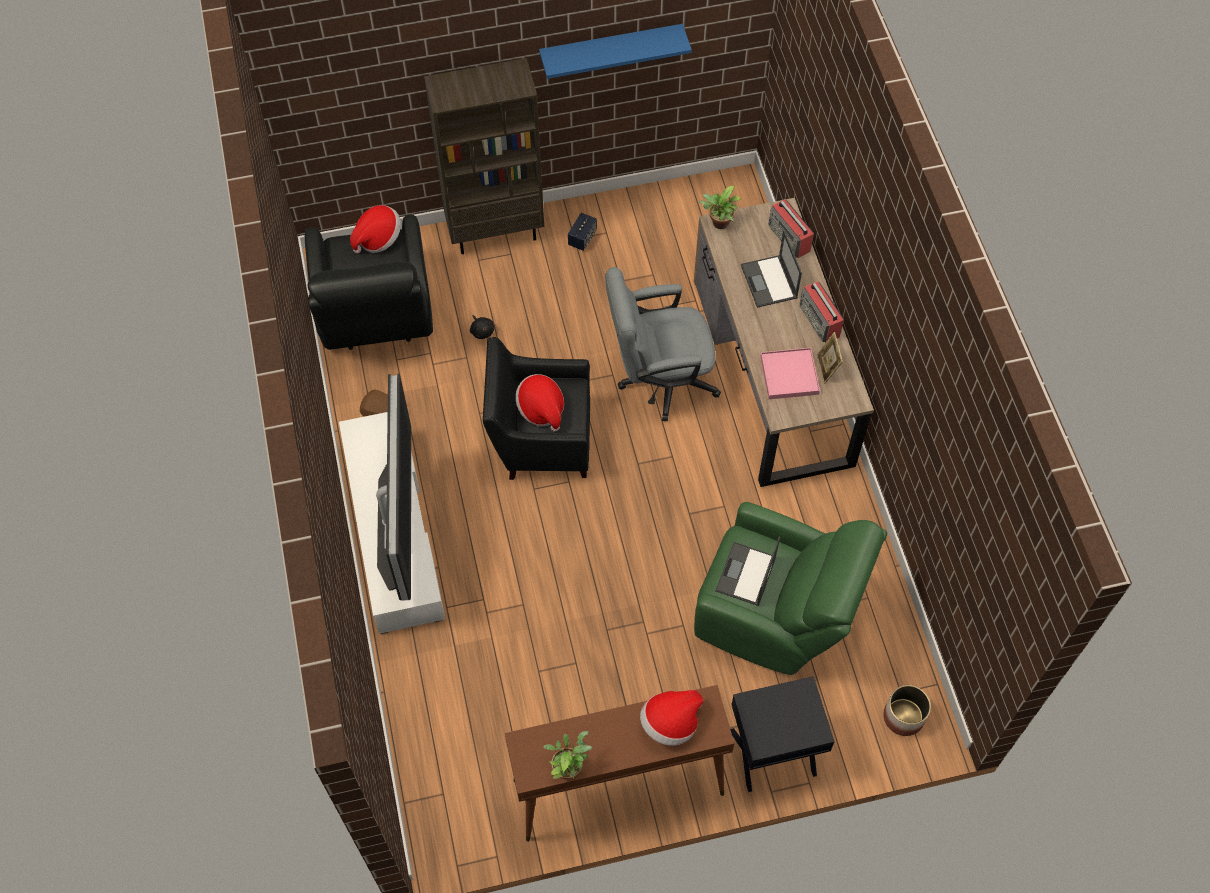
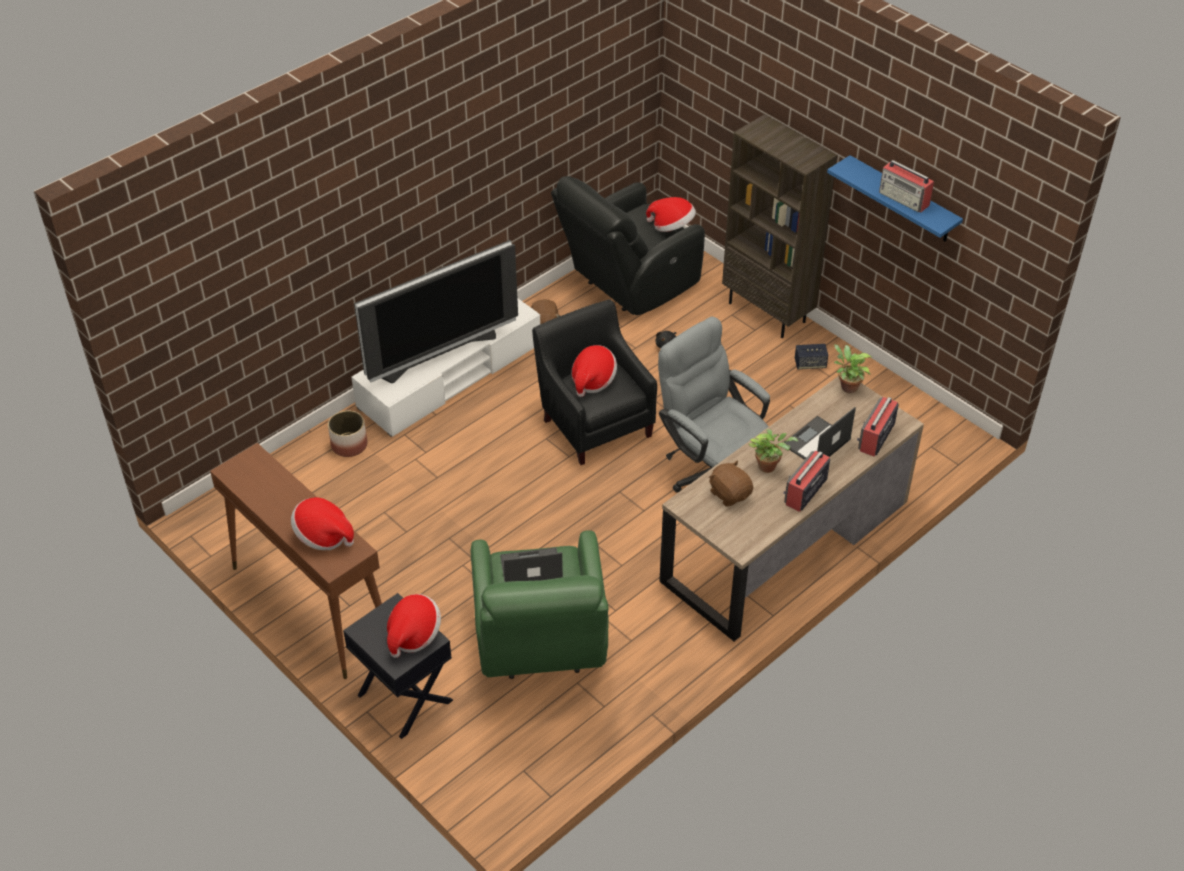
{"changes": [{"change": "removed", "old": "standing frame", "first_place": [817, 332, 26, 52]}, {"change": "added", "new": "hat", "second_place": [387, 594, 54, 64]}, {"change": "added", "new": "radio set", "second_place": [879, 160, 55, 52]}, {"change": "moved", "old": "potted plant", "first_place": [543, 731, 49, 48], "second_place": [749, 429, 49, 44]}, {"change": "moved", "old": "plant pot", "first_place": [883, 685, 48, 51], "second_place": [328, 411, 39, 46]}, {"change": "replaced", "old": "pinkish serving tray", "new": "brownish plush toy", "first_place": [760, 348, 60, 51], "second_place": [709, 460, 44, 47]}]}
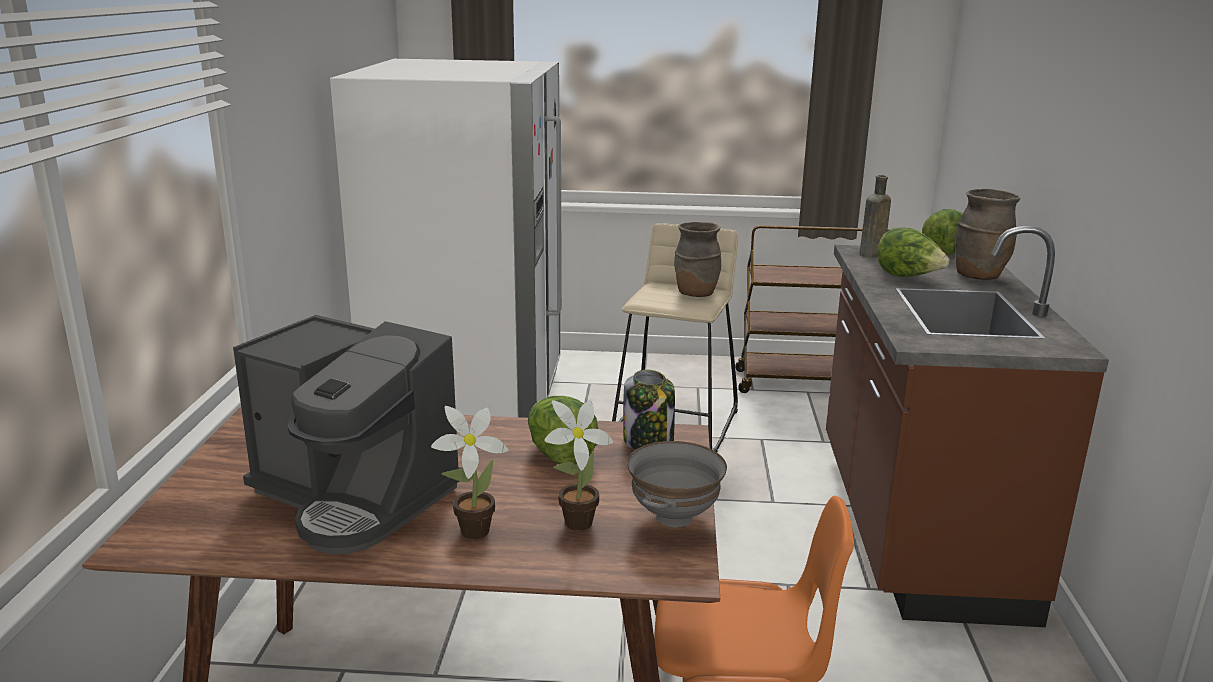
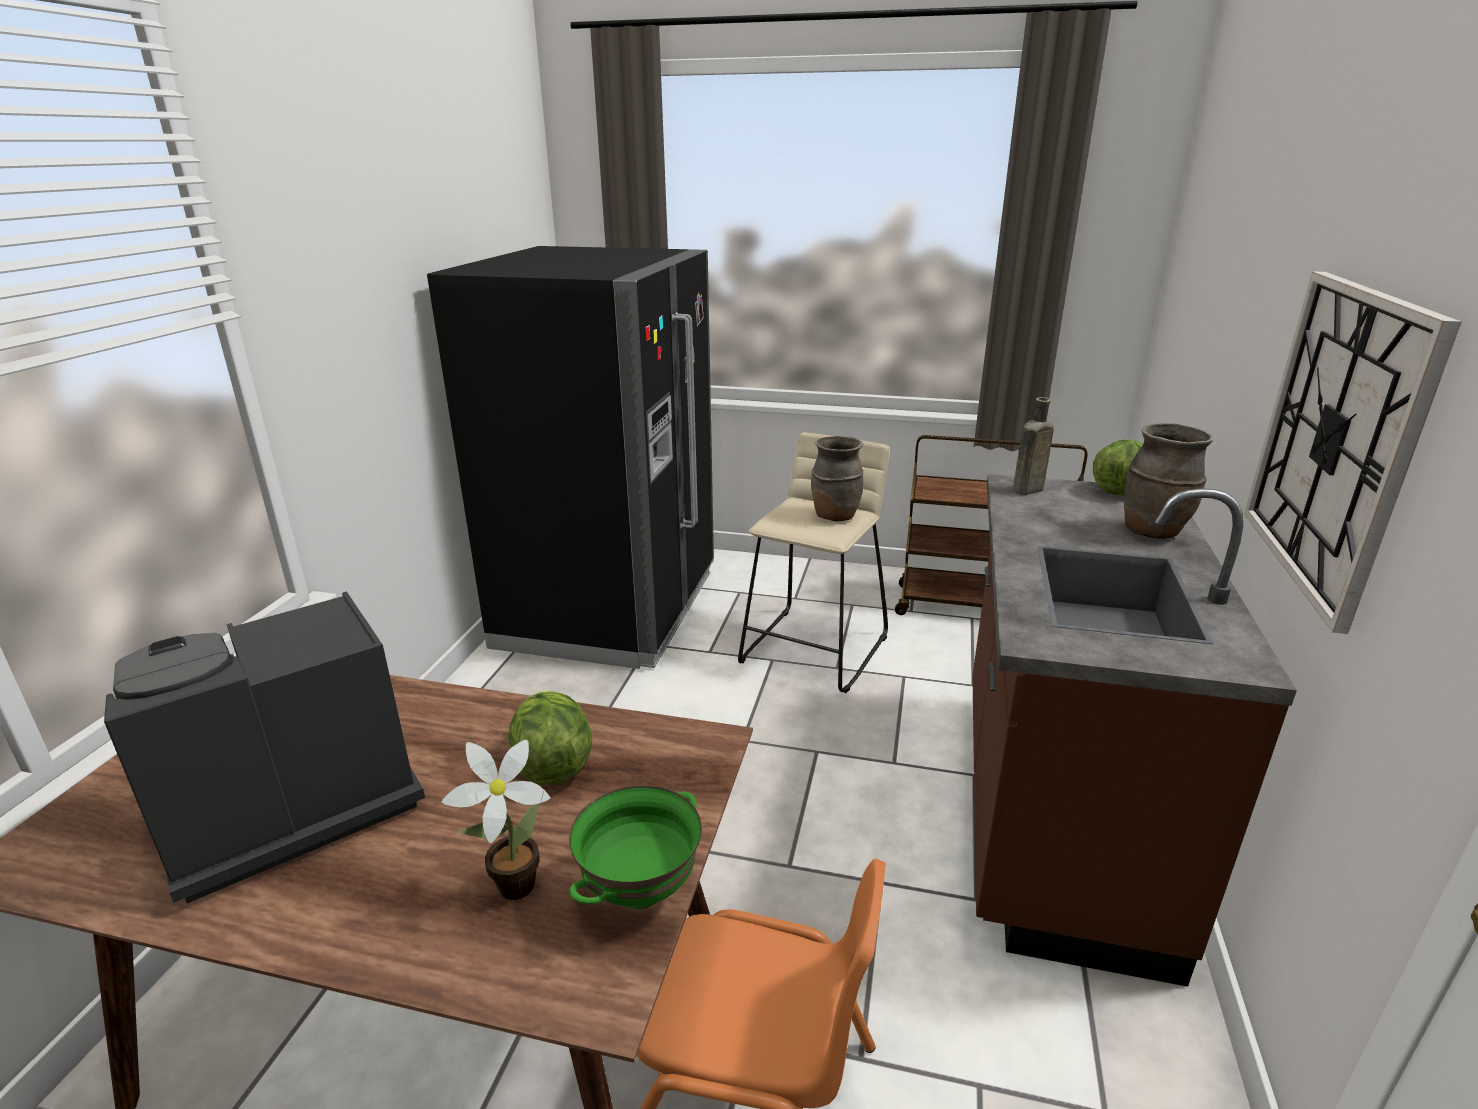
{"changes": [{"change": "removed", "old": "potted plant", "first_place": [431, 406, 78, 133]}, {"change": "removed", "old": "preserve jar", "first_place": [623, 370, 52, 80]}, {"change": "removed", "old": "lettuce head", "first_place": [877, 228, 73, 49]}, {"change": "added", "new": "wall clock", "second_place": [1244, 271, 218, 363]}, {"change": "recoloured", "old": "white-coloured fridge", "new": "black-coloured fridge", "first_place": [330, 59, 232, 359], "second_place": [427, 246, 287, 423]}, {"change": "recoloured", "old": "greyish deep dish", "new": "greenish deep dish", "first_place": [627, 441, 100, 86], "second_place": [569, 785, 133, 124]}, {"change": "turned", "old": "coffee maker", "first_place": [233, 315, 230, 239], "second_place": [104, 591, 321, 312], "degrees": 105}]}
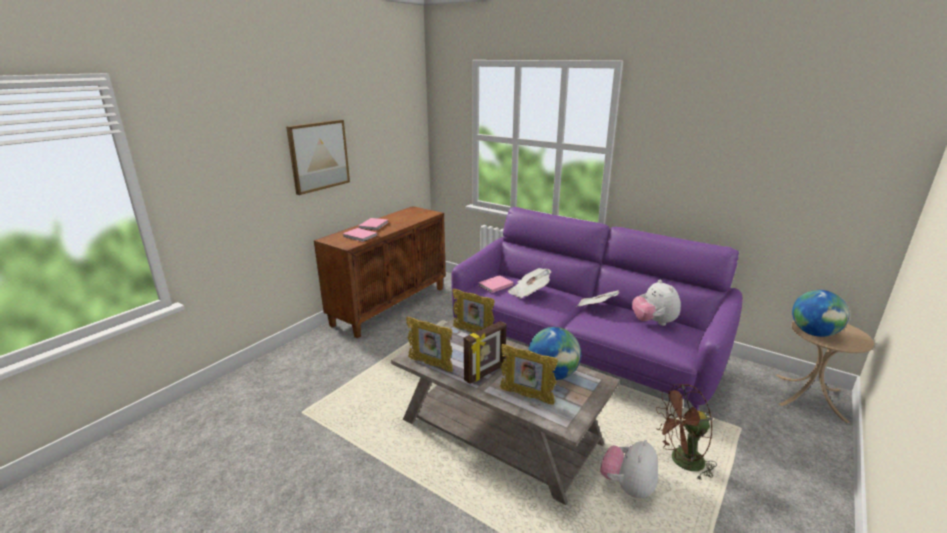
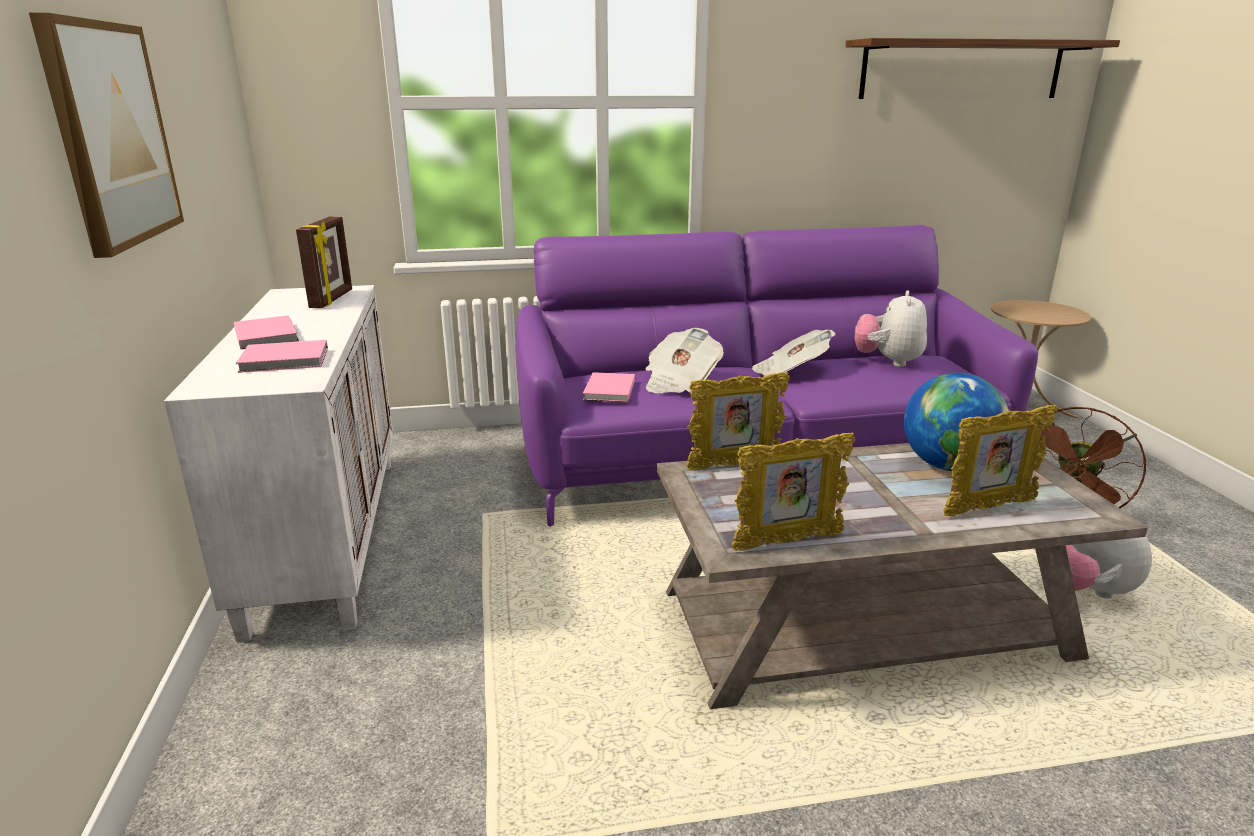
{"changes": [{"change": "removed", "old": "globe", "first_place": [792, 290, 57, 47]}, {"change": "added", "new": "bracket shelf", "second_place": [845, 38, 275, 61]}, {"change": "moved", "old": "standing frame", "first_place": [464, 321, 42, 63], "second_place": [296, 217, 56, 91]}, {"change": "recoloured", "old": "brownish cupboard", "new": "white-coloured cupboard", "first_place": [314, 206, 132, 132], "second_place": [164, 285, 229, 357]}, {"change": "turned", "old": "plush toy", "first_place": [632, 280, 49, 46], "second_place": [855, 290, 72, 77], "degrees": 75}]}
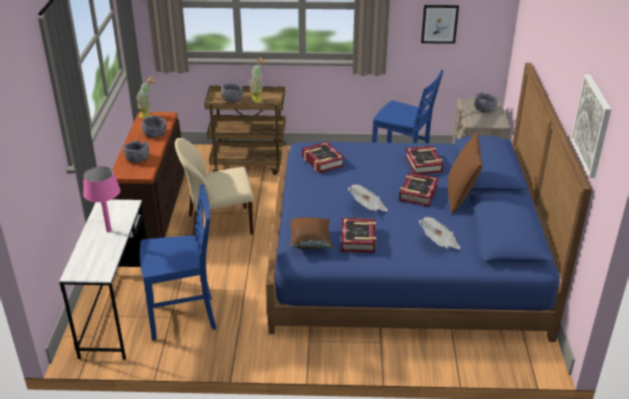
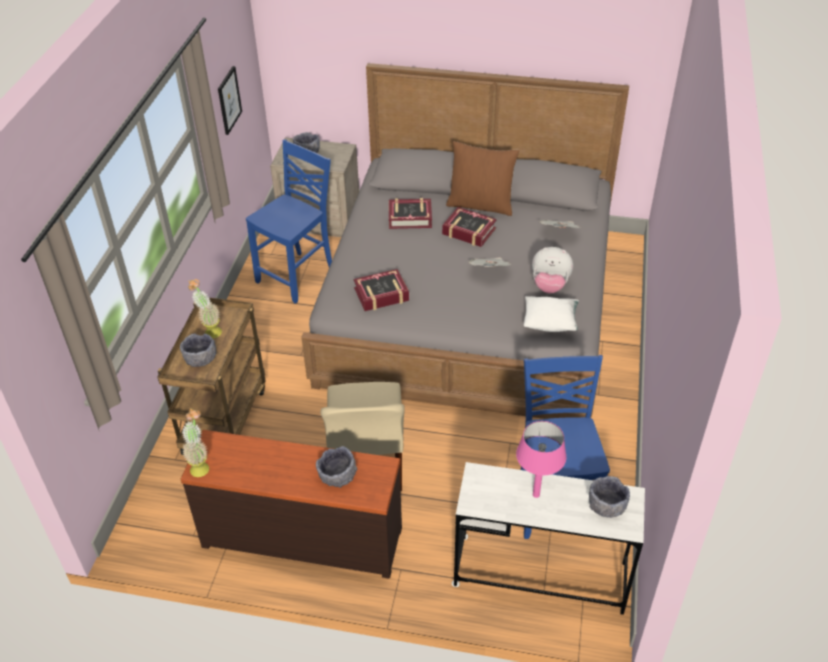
{"changes": [{"change": "removed", "old": "wall art", "first_place": [571, 74, 40, 104]}, {"change": "moved", "old": "greyish deep dish", "first_place": [142, 115, 24, 23], "second_place": [589, 476, 41, 42]}, {"change": "replaced", "old": "book", "new": "plush toy", "first_place": [341, 218, 35, 35], "second_place": [532, 247, 41, 47]}, {"change": "recoloured", "old": "blue bedroom bed", "new": "greyish bedroom bed", "first_place": [266, 63, 326, 279], "second_place": [301, 63, 328, 356]}, {"change": "recoloured", "old": "brownish cushion", "new": "white-coloured cushion", "first_place": [290, 217, 43, 32], "second_place": [524, 296, 55, 36]}]}
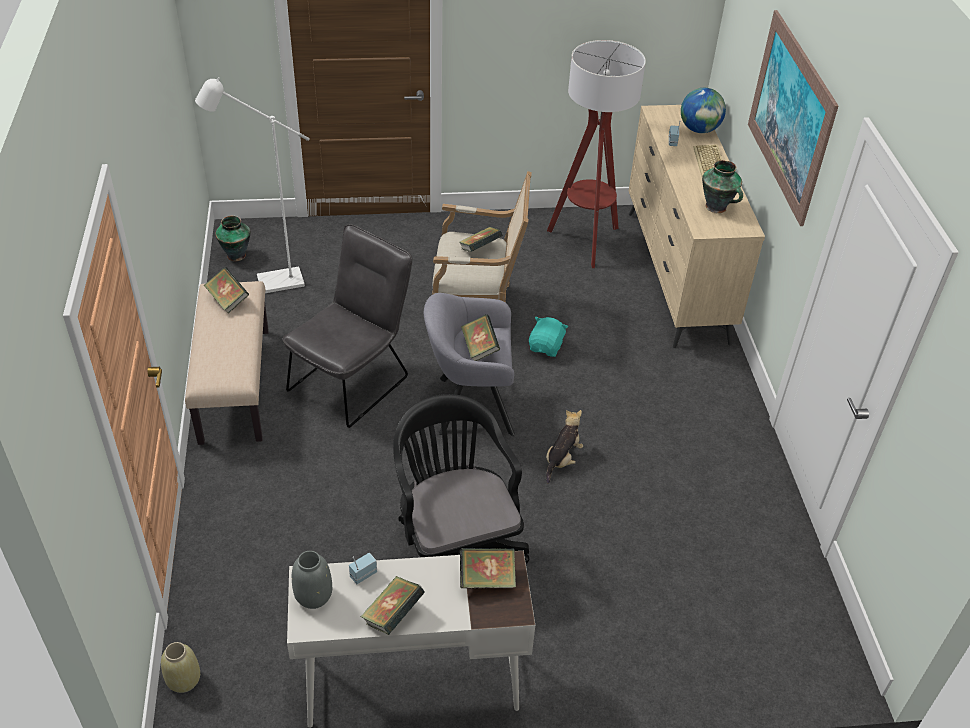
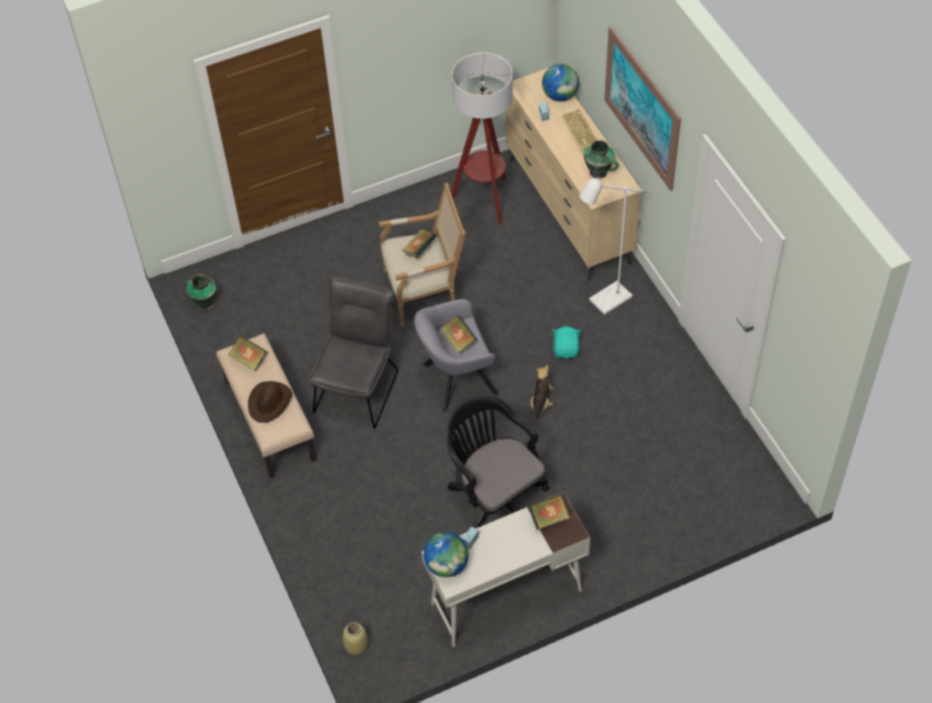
{"changes": [{"change": "removed", "old": "book", "first_place": [361, 576, 64, 59]}, {"change": "added", "new": "brownish hat", "second_place": [248, 381, 44, 42]}, {"change": "moved", "old": "white-coloured standing lamp", "first_place": [195, 77, 115, 216], "second_place": [579, 177, 68, 138]}, {"change": "moved", "old": "turquoise-coloured plush toy", "first_place": [529, 317, 39, 40], "second_place": [552, 326, 29, 33]}, {"change": "replaced", "old": "greyish vase", "new": "globe", "first_place": [292, 551, 40, 58], "second_place": [424, 532, 45, 45]}]}
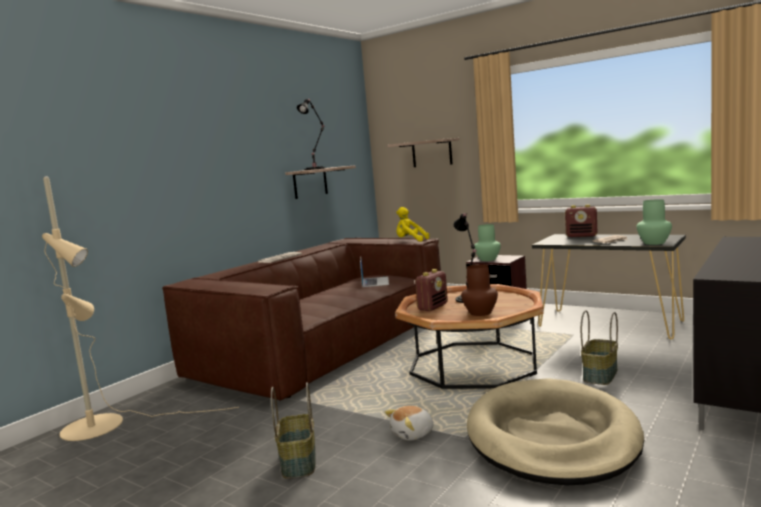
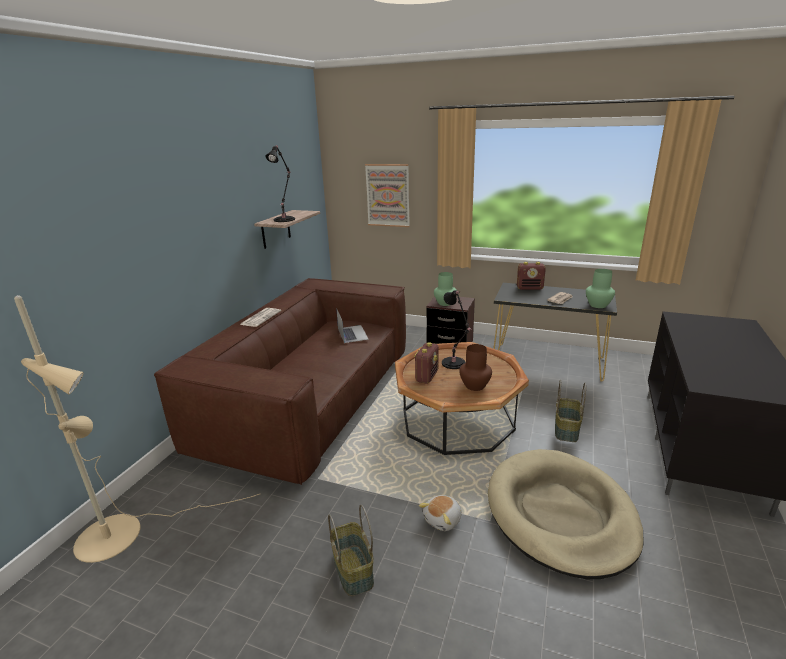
{"changes": [{"change": "removed", "old": "yellowish plush toy", "first_place": [396, 207, 33, 35]}, {"change": "replaced", "old": "bracket shelf", "new": "wall art", "first_place": [388, 138, 71, 29], "second_place": [365, 164, 45, 63]}]}
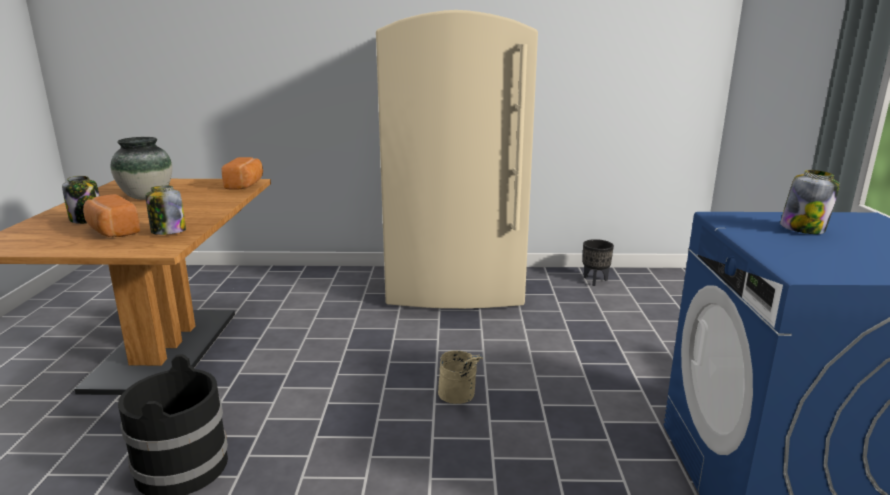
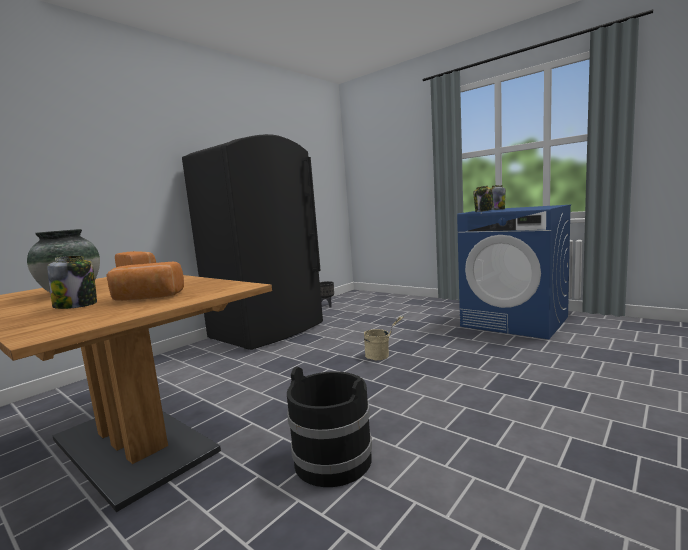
{"changes": [{"change": "moved", "old": "preserve jar", "first_place": [146, 186, 40, 49], "second_place": [473, 186, 21, 26]}, {"change": "recoloured", "old": "sand-coloured fridge", "new": "black-coloured fridge", "first_place": [376, 10, 162, 299], "second_place": [182, 134, 141, 216]}]}
